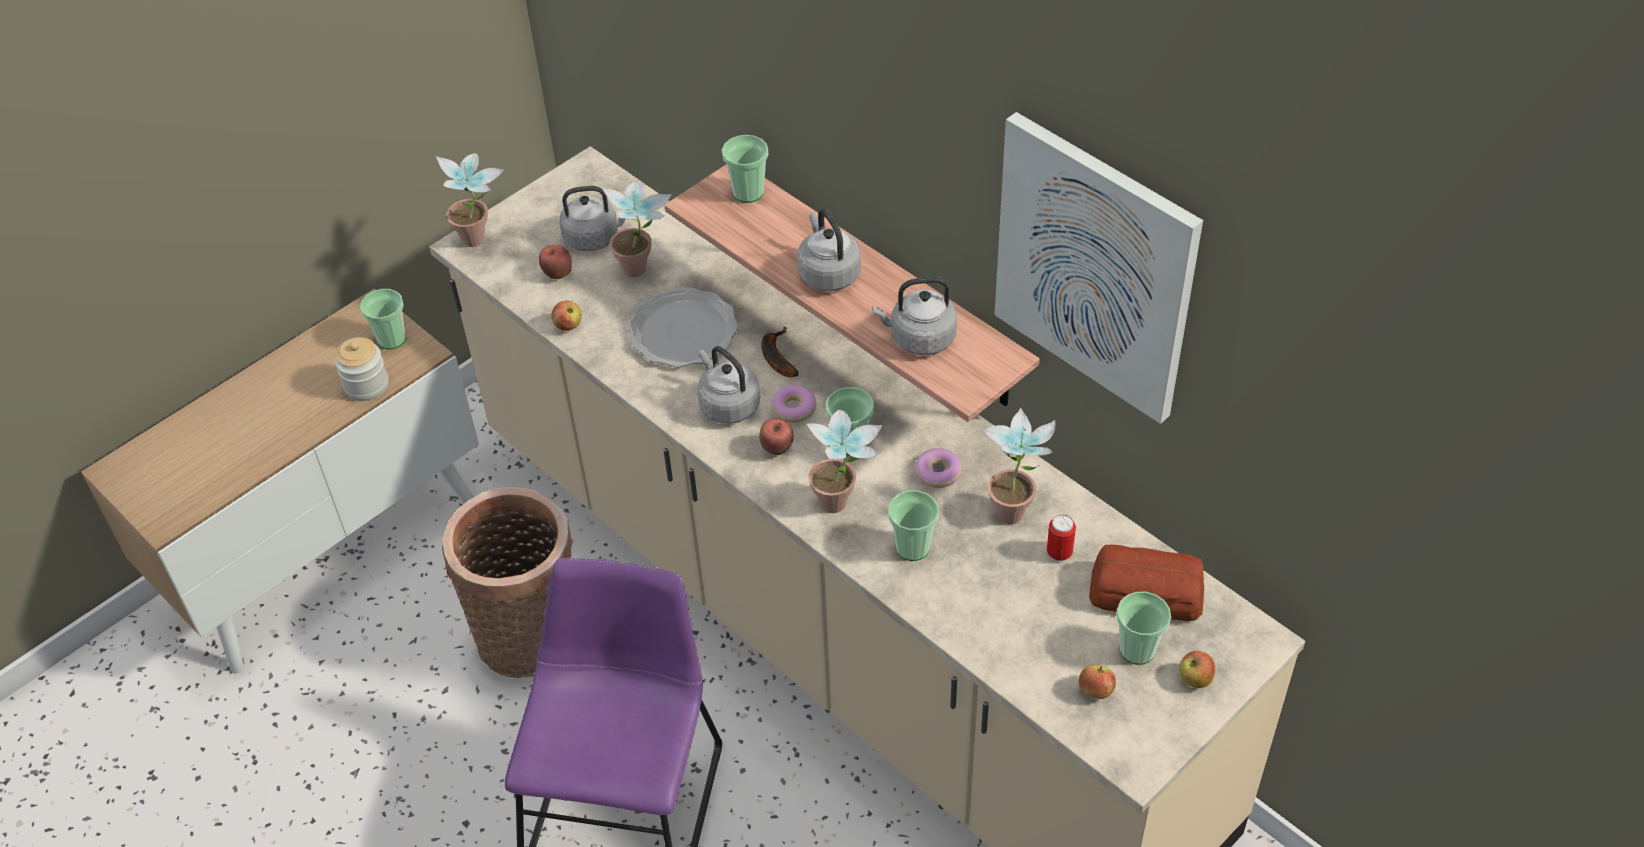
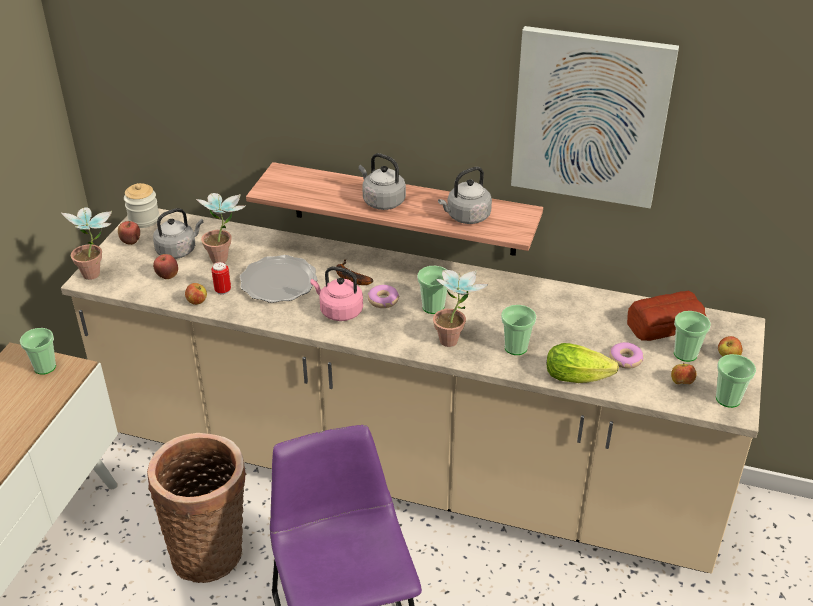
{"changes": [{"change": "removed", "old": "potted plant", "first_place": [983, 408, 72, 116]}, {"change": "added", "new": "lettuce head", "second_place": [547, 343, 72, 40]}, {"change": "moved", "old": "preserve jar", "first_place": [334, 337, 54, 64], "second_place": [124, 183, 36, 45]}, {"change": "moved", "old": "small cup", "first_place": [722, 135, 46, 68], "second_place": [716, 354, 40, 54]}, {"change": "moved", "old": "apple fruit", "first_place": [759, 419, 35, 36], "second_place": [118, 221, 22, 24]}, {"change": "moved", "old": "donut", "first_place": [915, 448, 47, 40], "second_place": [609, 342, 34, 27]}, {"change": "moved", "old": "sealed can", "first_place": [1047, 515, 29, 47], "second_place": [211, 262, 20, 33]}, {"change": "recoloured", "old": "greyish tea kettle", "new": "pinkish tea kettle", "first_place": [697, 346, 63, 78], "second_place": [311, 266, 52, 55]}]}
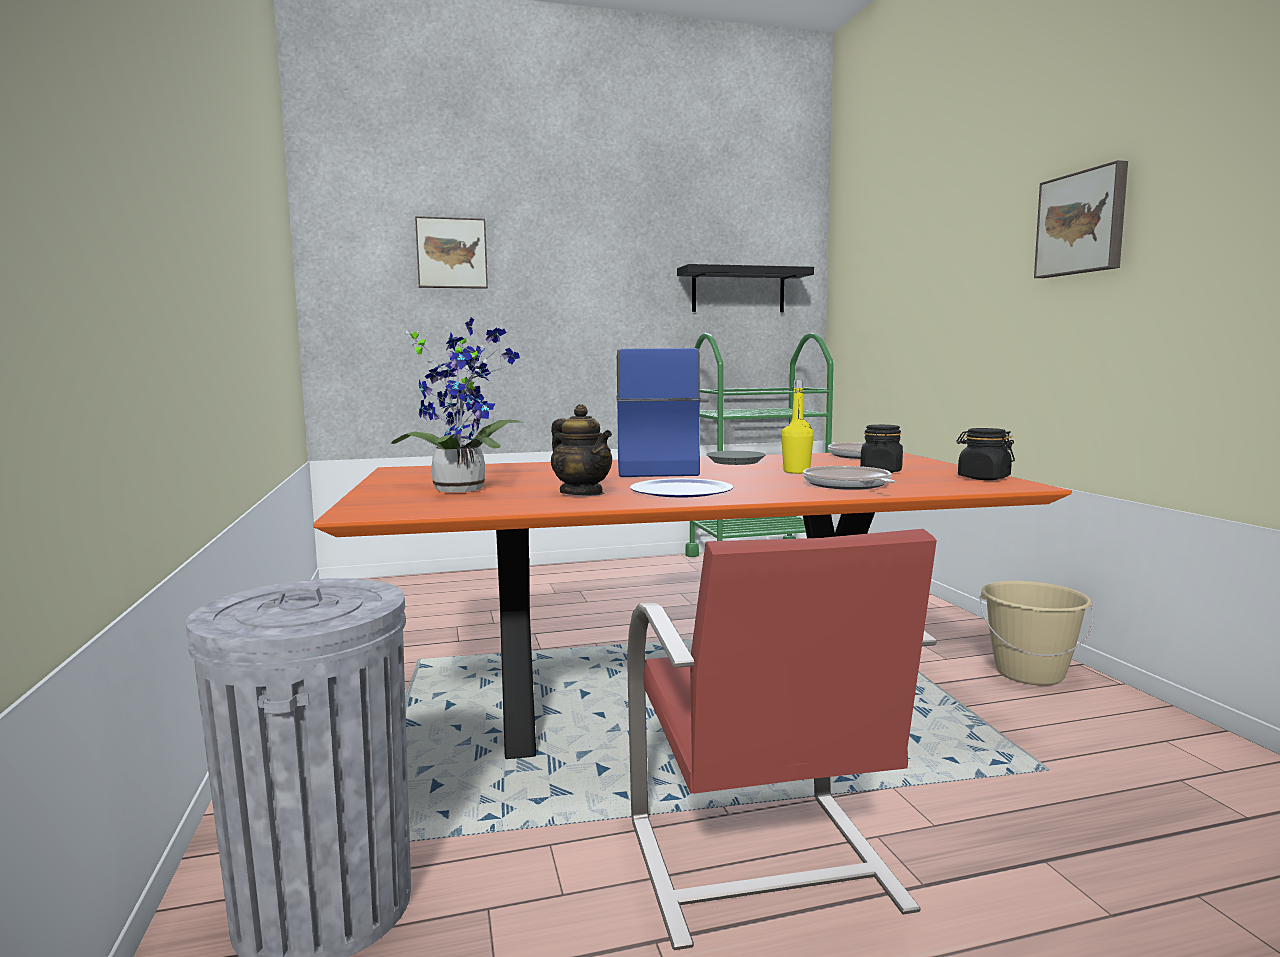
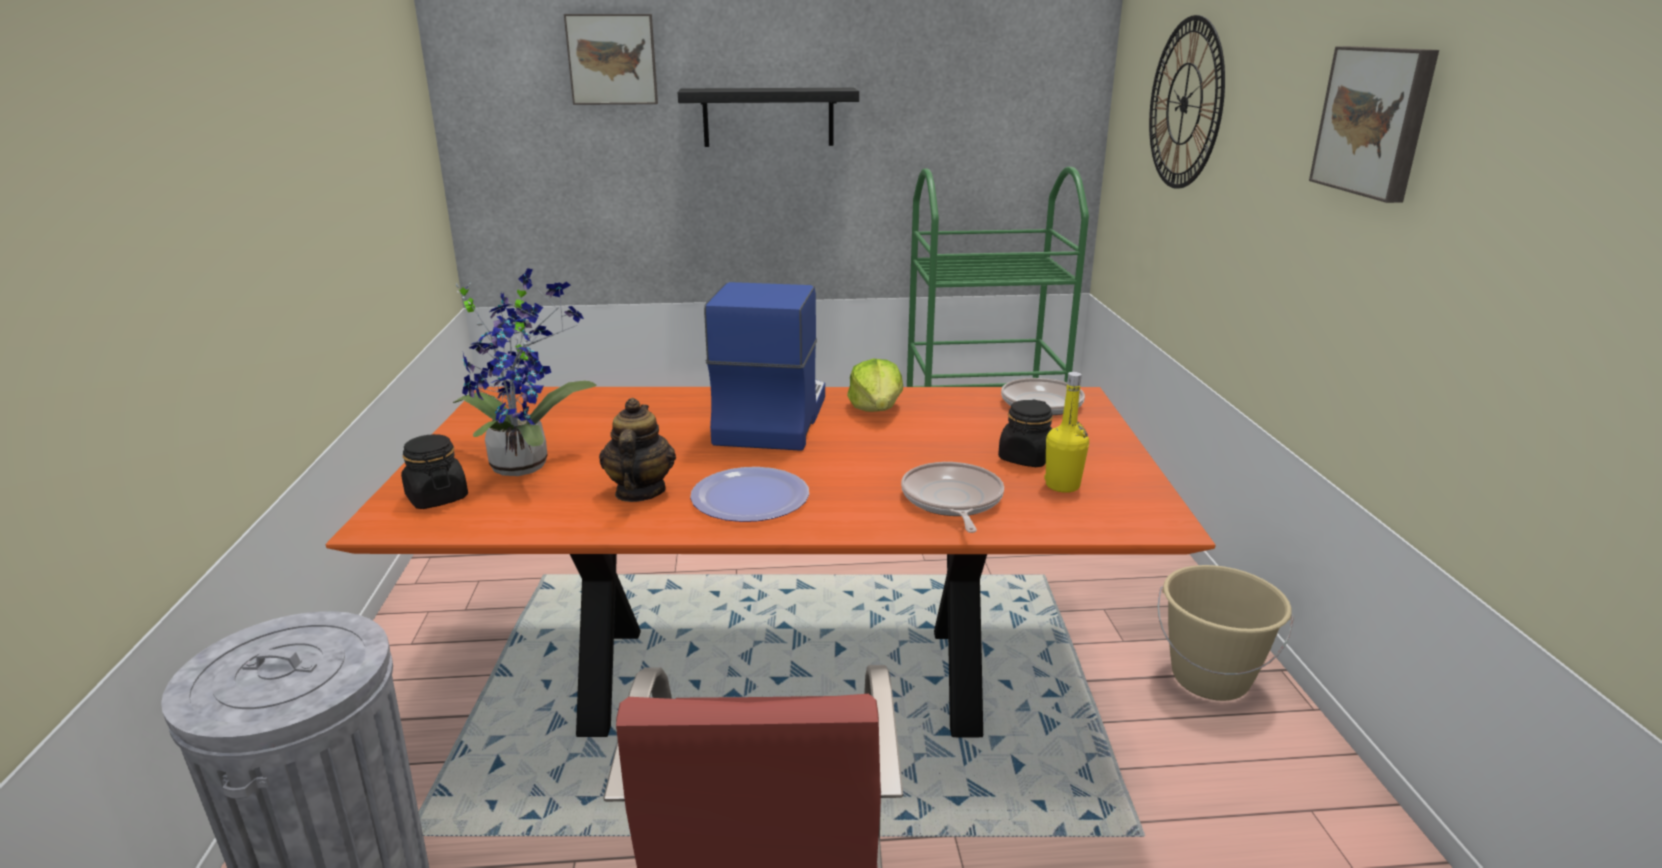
{"changes": [{"change": "added", "new": "wall clock", "second_place": [1149, 15, 76, 174]}, {"change": "moved", "old": "black-coloured bracket shelf", "first_place": [677, 264, 137, 48], "second_place": [678, 88, 181, 59]}, {"change": "moved", "old": "yellowish bottle", "first_place": [781, 380, 33, 94], "second_place": [1044, 372, 45, 121]}, {"change": "moved", "old": "black-coloured preserve jar", "first_place": [956, 428, 59, 52], "second_place": [401, 434, 67, 75]}, {"change": "replaced", "old": "greyish dinner plate", "new": "lettuce head", "first_place": [706, 451, 60, 14], "second_place": [847, 359, 56, 53]}, {"change": "turned", "old": "tea pot", "first_place": [551, 404, 61, 91], "second_place": [599, 398, 77, 104], "degrees": -150}]}
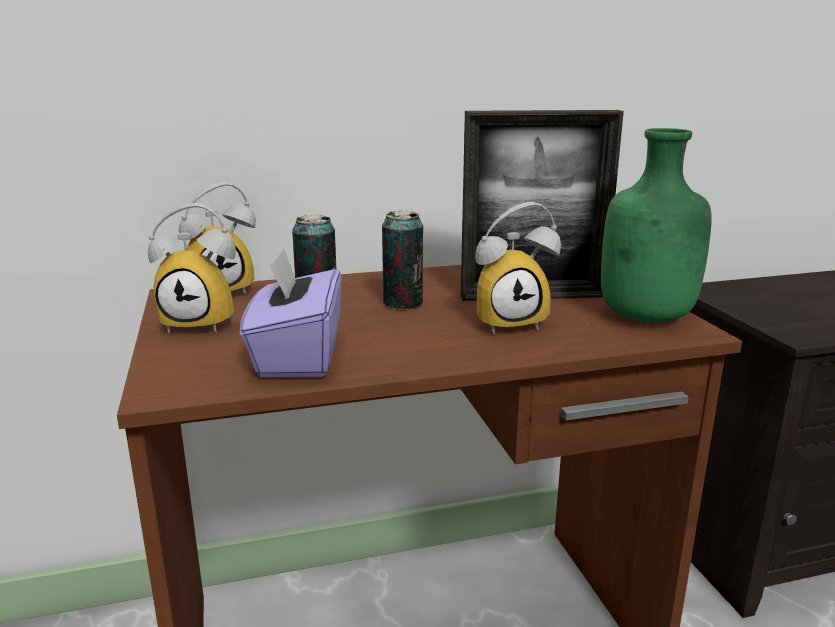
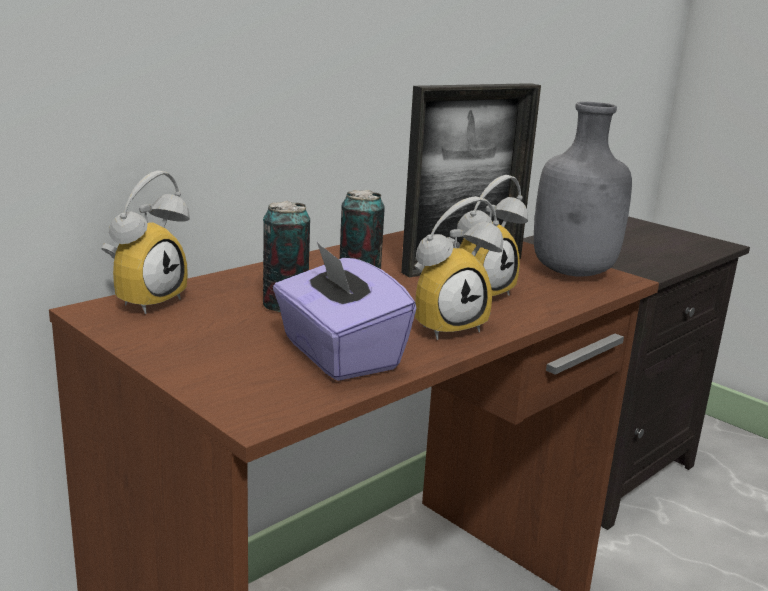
{"changes": [{"change": "moved", "old": "table clock", "first_place": [148, 203, 88, 130], "second_place": [414, 196, 89, 144]}, {"change": "recoloured", "old": "greenish bottle", "new": "greyish bottle", "first_place": [601, 128, 111, 195], "second_place": [534, 102, 98, 175]}]}
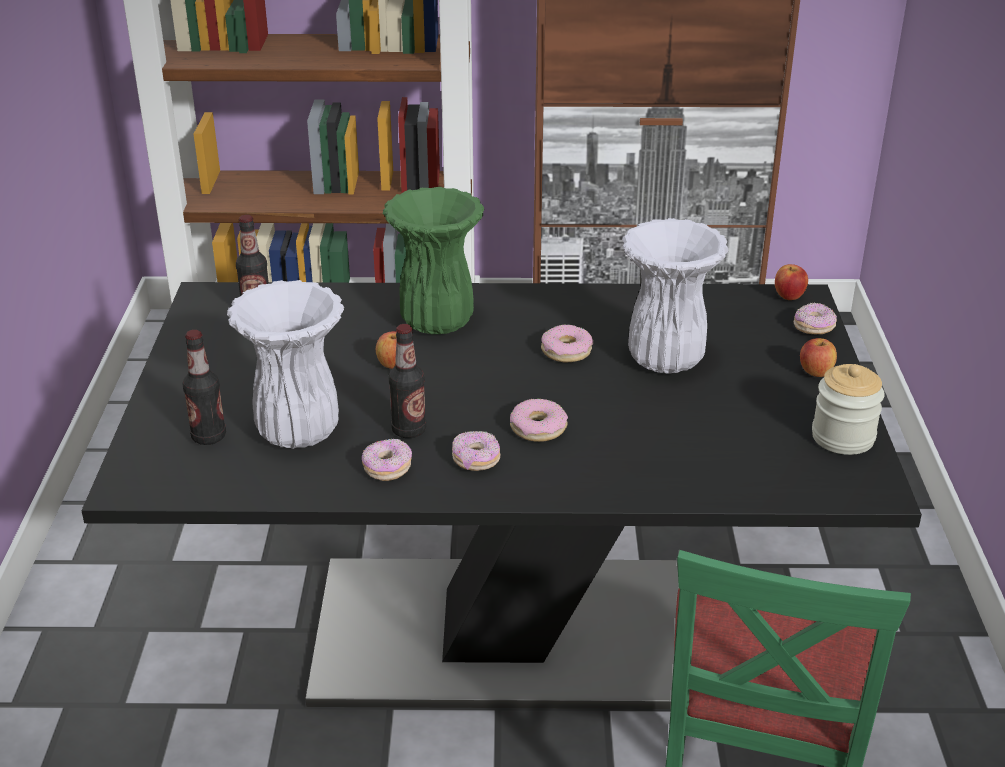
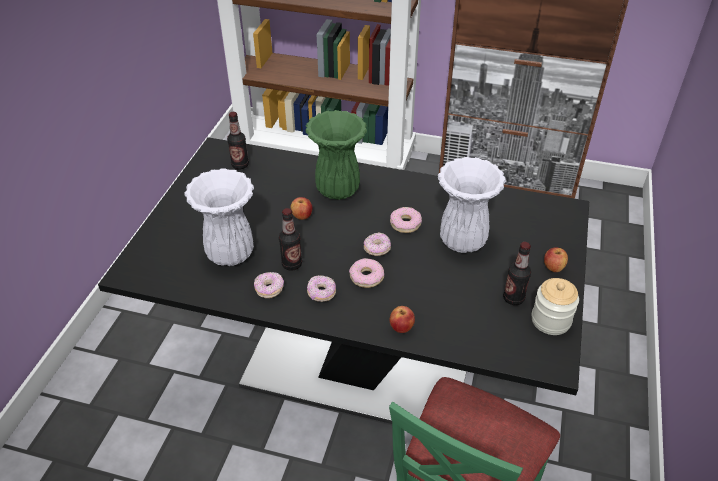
{"changes": [{"change": "moved", "old": "bottle", "first_place": [183, 330, 43, 115], "second_place": [503, 242, 28, 63]}, {"change": "moved", "old": "apple fruit", "first_place": [775, 264, 33, 36], "second_place": [390, 306, 25, 27]}, {"change": "moved", "old": "donut", "first_place": [794, 303, 43, 31], "second_place": [364, 232, 27, 24]}]}
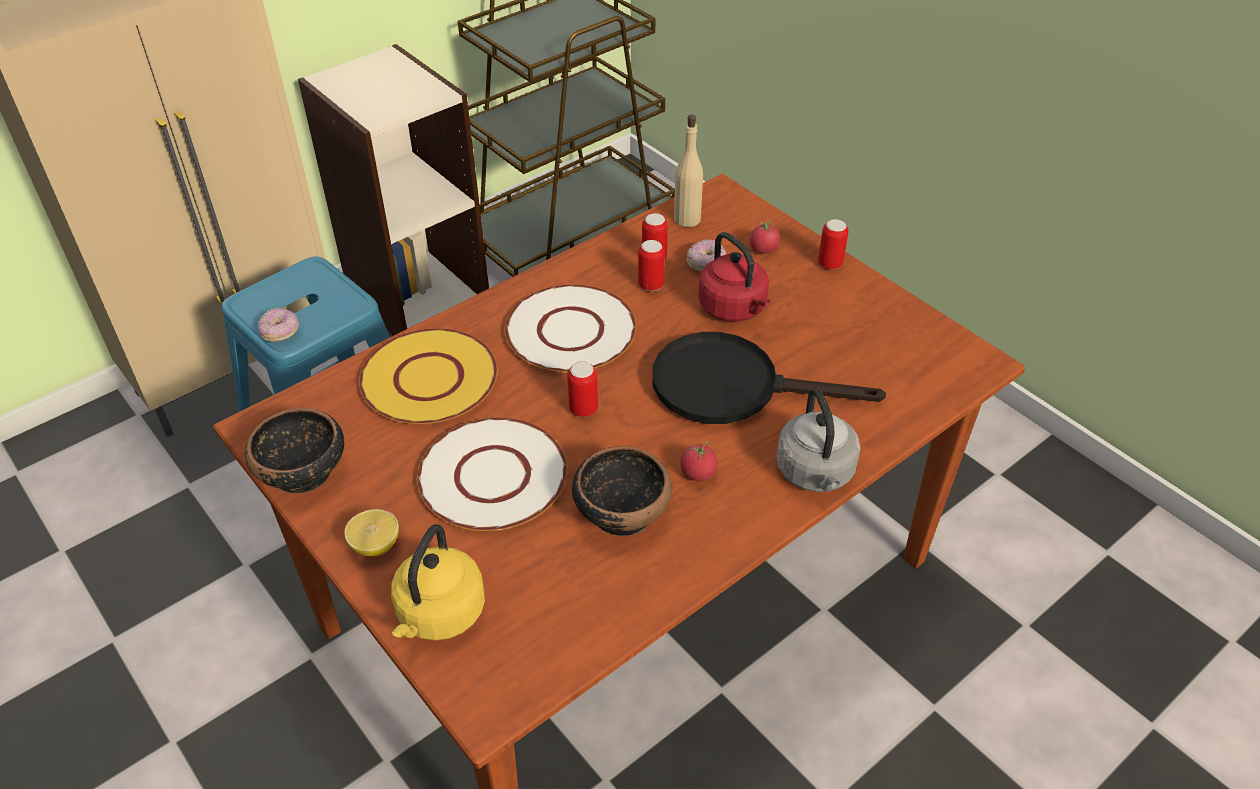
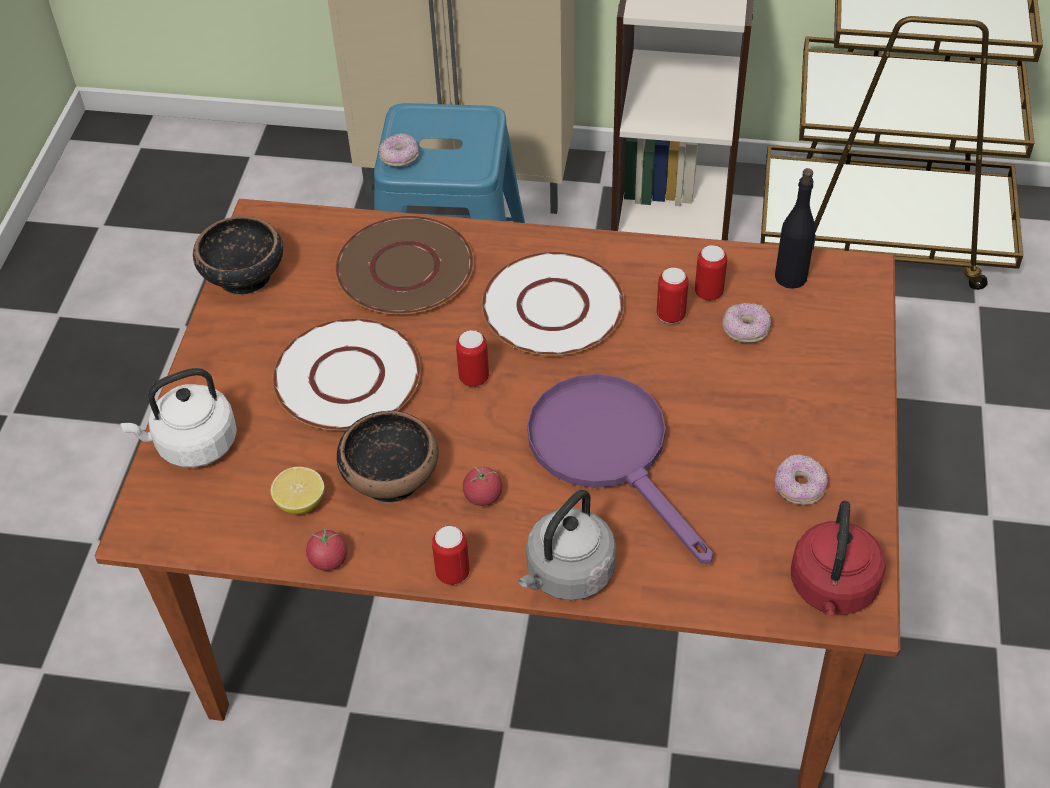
{"changes": [{"change": "added", "new": "donut", "second_place": [775, 455, 53, 50]}, {"change": "moved", "old": "citrus fruit", "first_place": [345, 509, 54, 47], "second_place": [271, 467, 54, 48]}, {"change": "moved", "old": "red-coloured tea kettle", "first_place": [698, 232, 72, 89], "second_place": [791, 501, 95, 114]}, {"change": "moved", "old": "whole tomato", "first_place": [750, 220, 30, 33], "second_place": [306, 527, 41, 44]}, {"change": "moved", "old": "sealed can", "first_place": [818, 219, 31, 51], "second_place": [432, 526, 38, 59]}, {"change": "recoloured", "old": "yellowish dinner plate", "new": "brownish dinner plate", "first_place": [359, 328, 139, 96], "second_place": [335, 216, 139, 99]}, {"change": "recoloured", "old": "yellowish tea kettle", "new": "white-coloured tea kettle", "first_place": [391, 524, 94, 117], "second_place": [120, 368, 117, 100]}, {"change": "recoloured", "old": "black-coloured pan", "new": "purple pan", "first_place": [652, 332, 234, 92], "second_place": [527, 374, 186, 190]}, {"change": "recoloured", "old": "sand-coloured bottle", "new": "black-coloured bottle", "first_place": [674, 115, 29, 112], "second_place": [775, 168, 41, 121]}]}
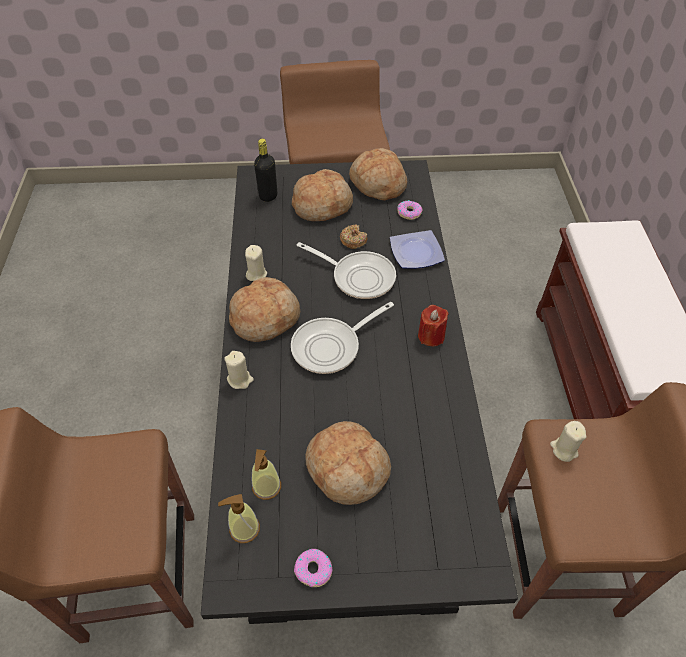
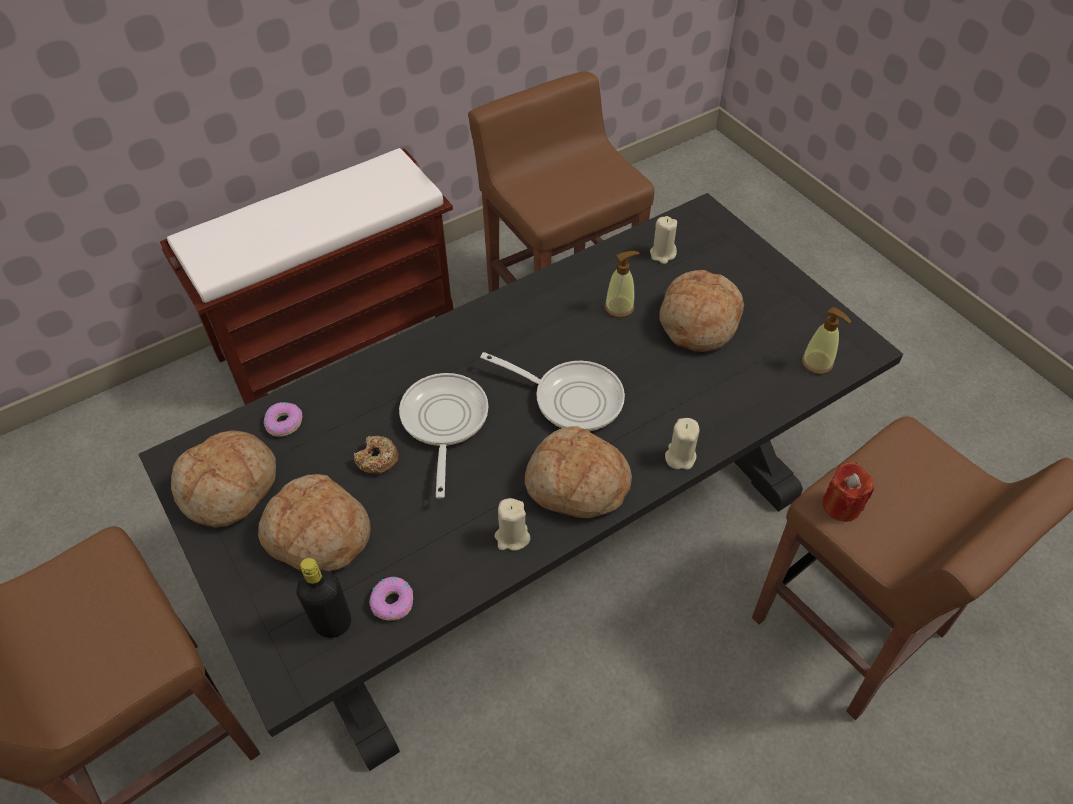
{"changes": [{"change": "removed", "old": "dinner plate", "first_place": [390, 230, 55, 39]}, {"change": "moved", "old": "soap dispenser", "first_place": [252, 449, 29, 51], "second_place": [604, 251, 36, 67]}, {"change": "moved", "old": "donut", "first_place": [294, 549, 38, 38], "second_place": [369, 577, 44, 44]}, {"change": "moved", "old": "red-coloured candle", "first_place": [418, 305, 31, 41], "second_place": [823, 462, 51, 60]}, {"change": "moved", "old": "sand-coloured candle", "first_place": [550, 421, 36, 41], "second_place": [650, 216, 27, 48]}]}
